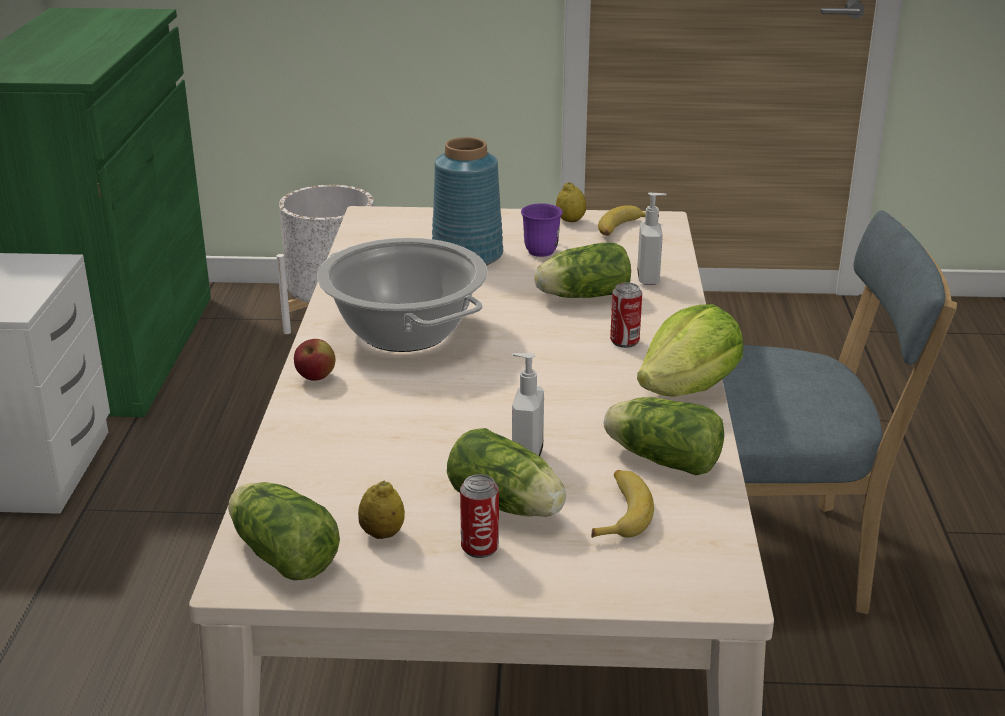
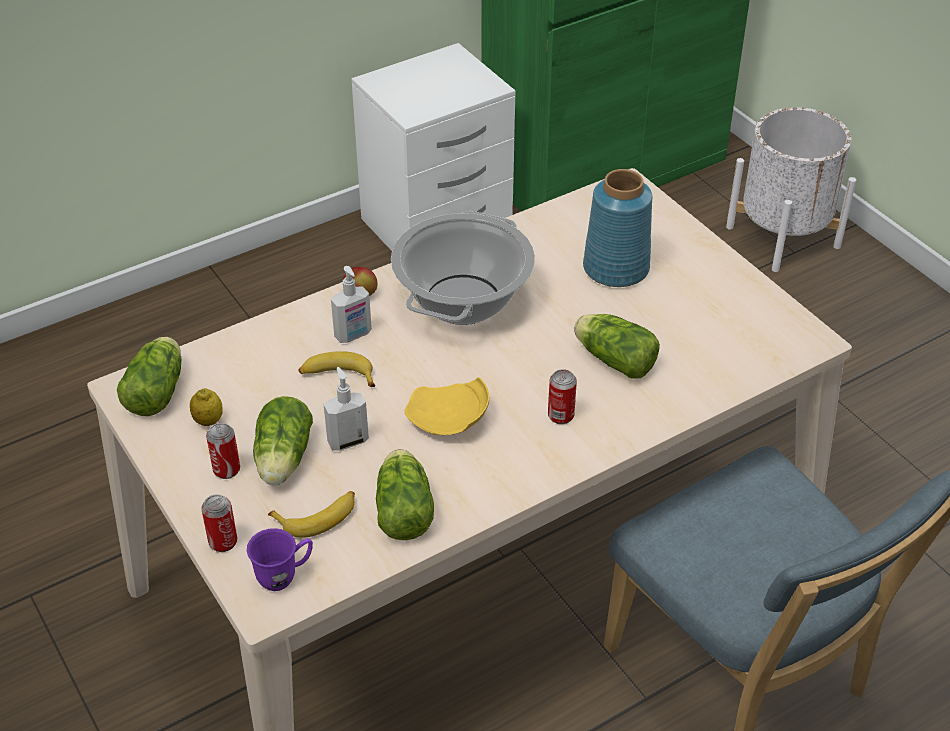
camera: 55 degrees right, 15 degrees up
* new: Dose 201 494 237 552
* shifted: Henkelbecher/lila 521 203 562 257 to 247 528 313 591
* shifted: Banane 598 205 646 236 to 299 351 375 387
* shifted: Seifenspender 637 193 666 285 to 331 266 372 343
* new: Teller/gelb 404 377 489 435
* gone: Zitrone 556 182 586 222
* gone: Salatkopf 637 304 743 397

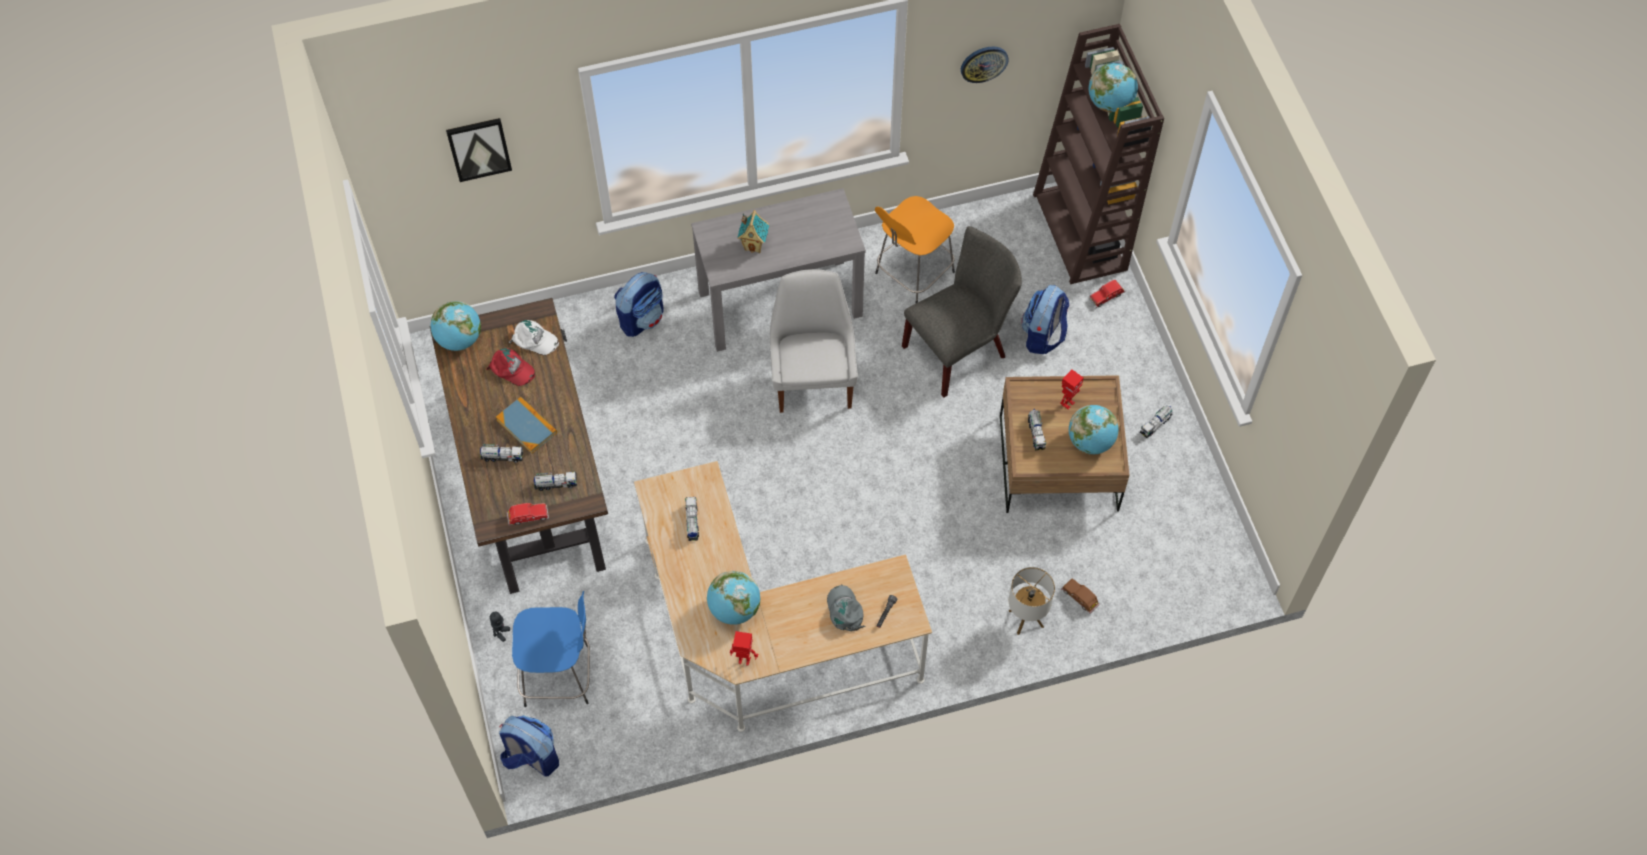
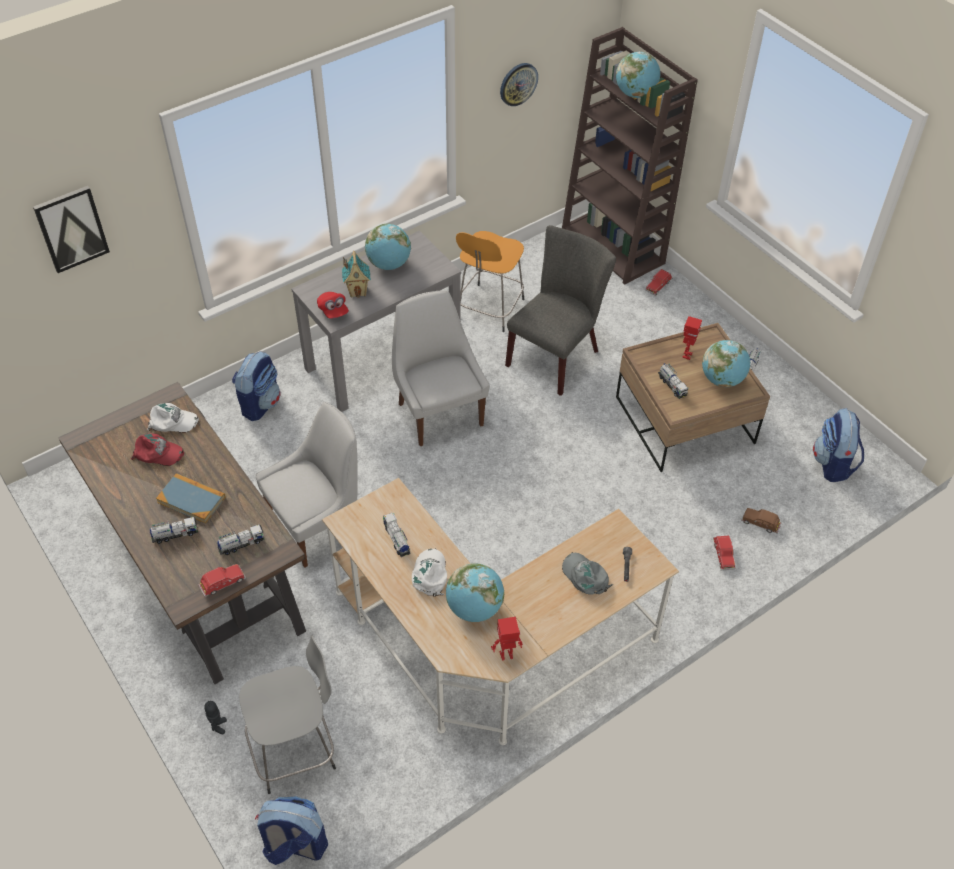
camera: 20 degrees left, 10 degrees down
* repainted: Hocker/blau 512 591 590 707 to Hocker/grau 239 635 336 794
* new: Stuhl/weiß 255 402 358 568
* new: Kappe/rot 317 292 349 318
* shifted: Globus 431 301 481 351 to 365 224 411 270
* new: Kappe/weiß 412 549 447 597
* swapped: Tischlampe 1009 567 1055 635 to Spielzeugauto/rot 713 536 736 570
* shifted: Rucksack 1021 285 1069 354 to 813 409 864 482

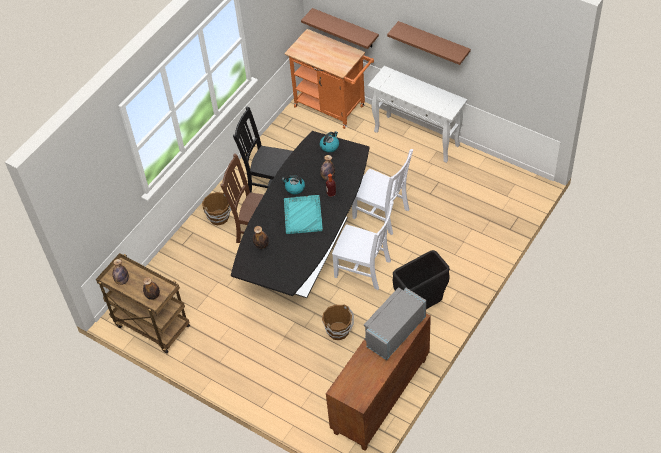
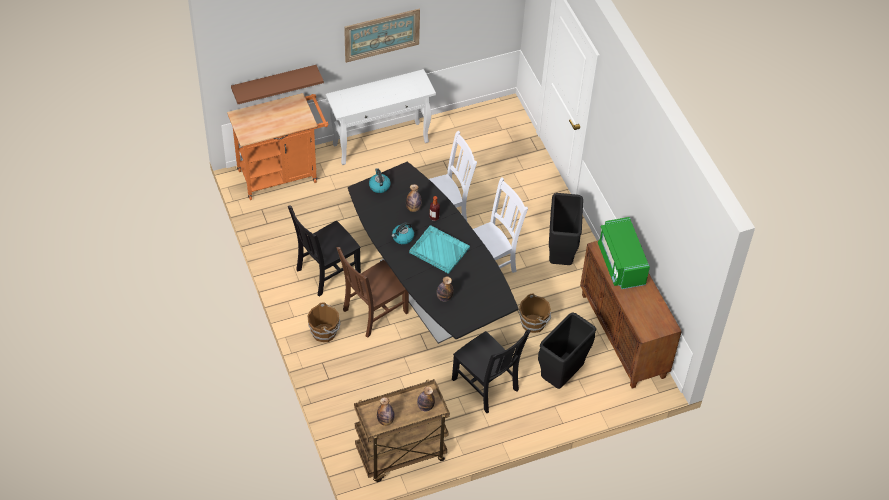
camera: 60 degrees left, 0 degrees up
* swapped: Wandregal/braun 387 21 471 65 to Bild 344 9 420 63
* new: Stuhl/schwarz 452 330 531 413
* new: Mülleimer/schwarz 538 312 596 389
* repainted: Mikrowelle/grau 364 287 426 360 to Mikrowelle/grün 598 217 650 289

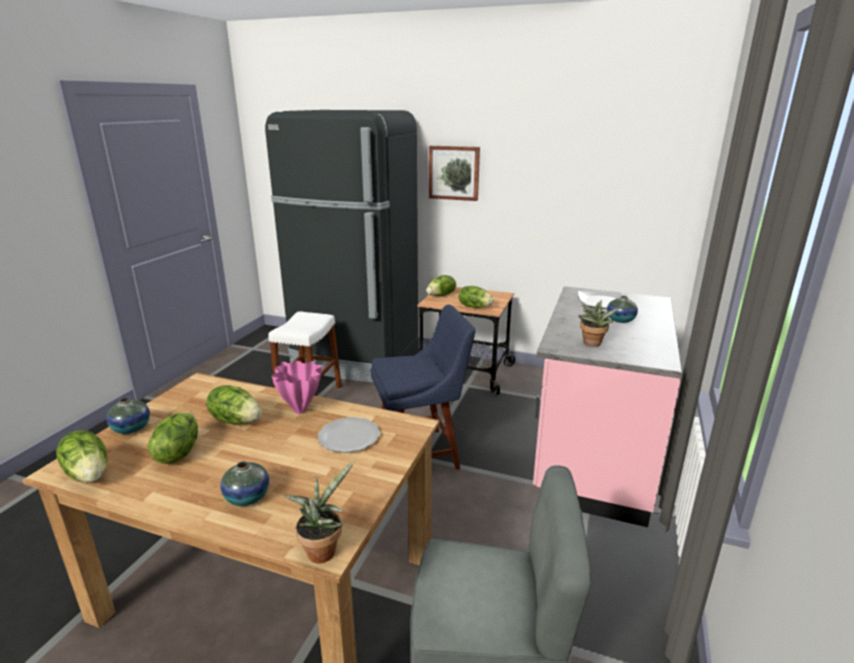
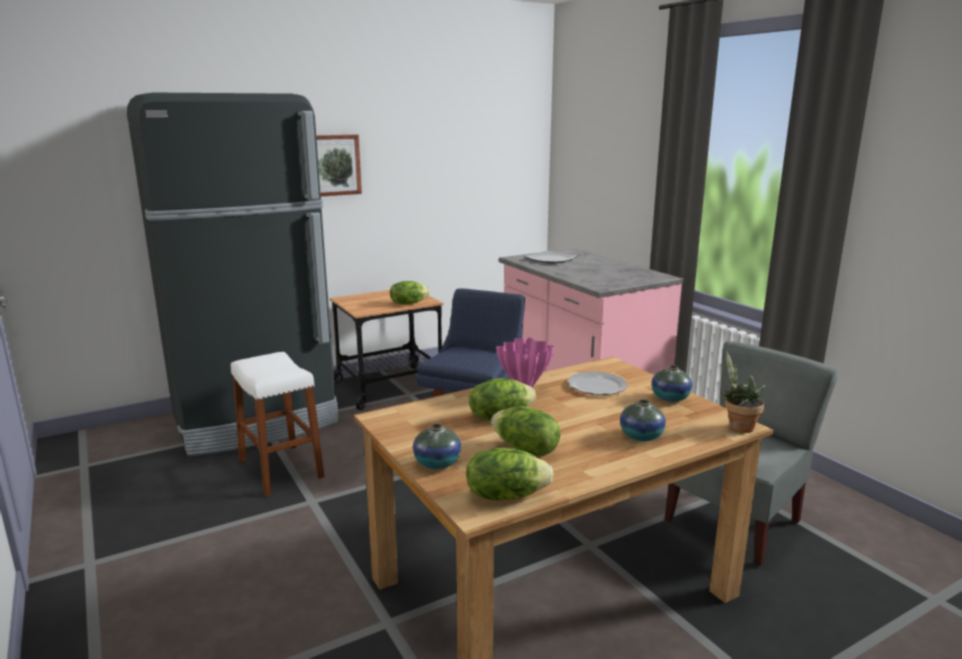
camera: 50 degrees left, 5 degrees down
* shifted: Vase 607 296 638 323 to 651 365 692 402
* gone: Salatkopf 427 275 456 296
* gone: Topfpflanze 578 300 619 347

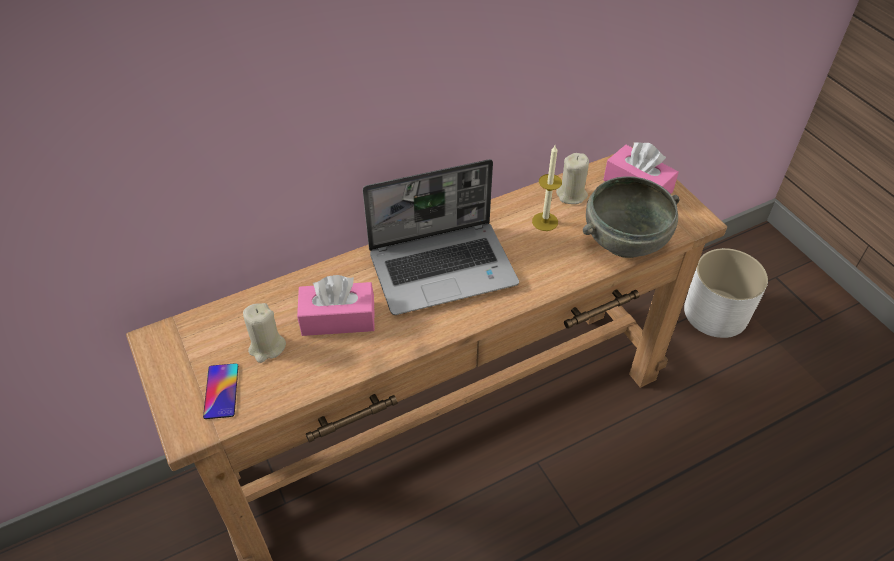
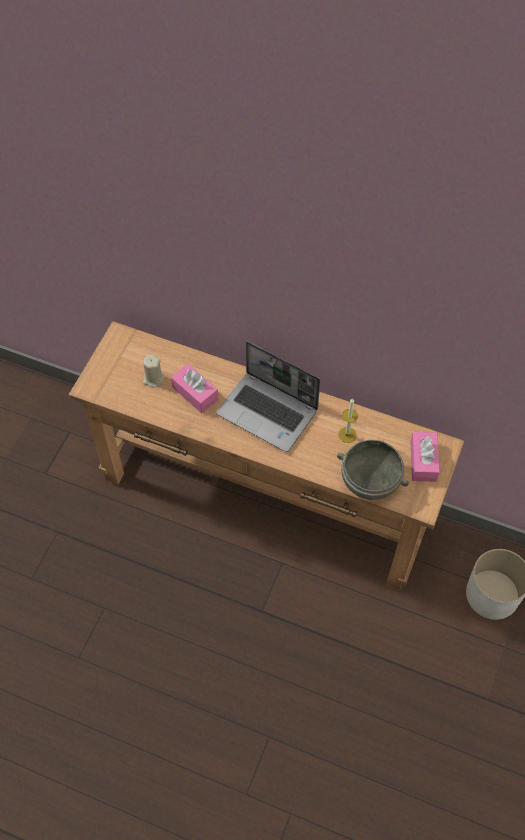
camera: 50 degrees right, 10 degrees up
* gone: Handy 203 363 238 419
* gone: Kerze/beige 556 153 589 204

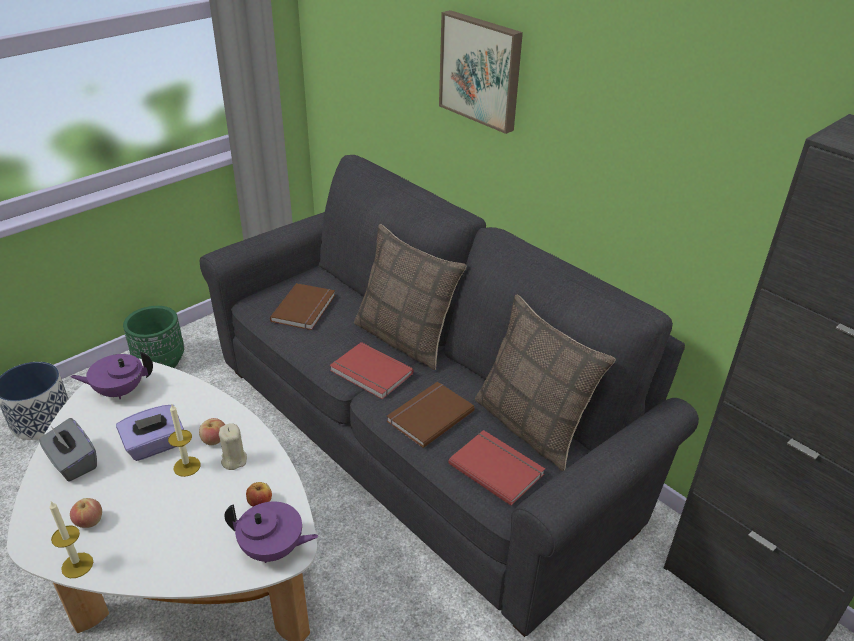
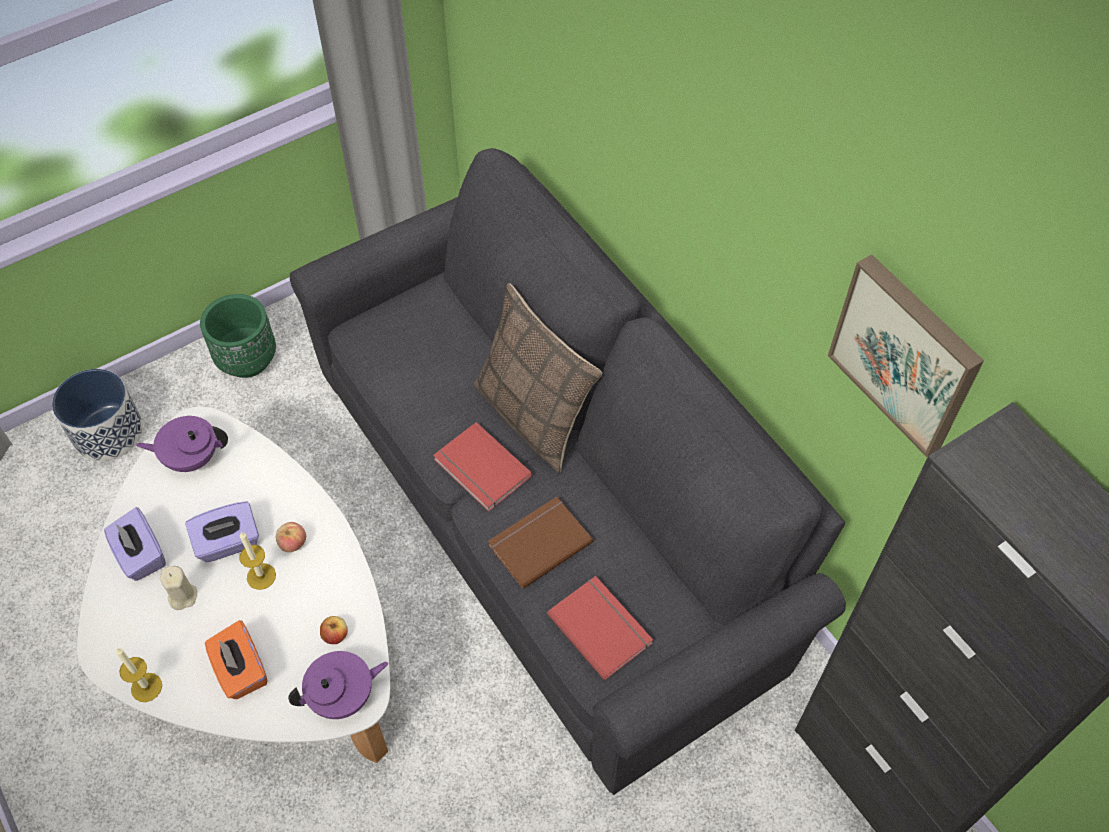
camera: 10 degrees right, 20 degrees up
* repainted: Taschentuchbox/grau 39 418 97 481 to Taschentuchbox/lila 104 507 166 581
* shifted: Kerze/beige 219 423 247 470 to 160 566 197 610
* new: Taschentuchbox/orange 205 620 268 699
* rotated: Teekanne/lila 224 501 318 563 = 288 651 388 719 45 degrees counterclockwise
* shifted: Bild 439 10 523 134 to 828 254 984 457
* gone: Apfel 70 498 102 528
* gone: Buch/braun 270 283 335 330
* gone: Kissen 475 295 616 471

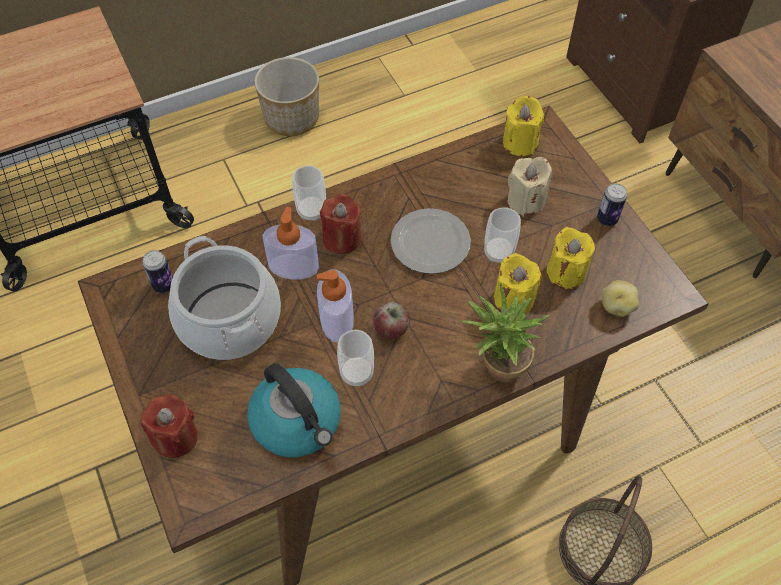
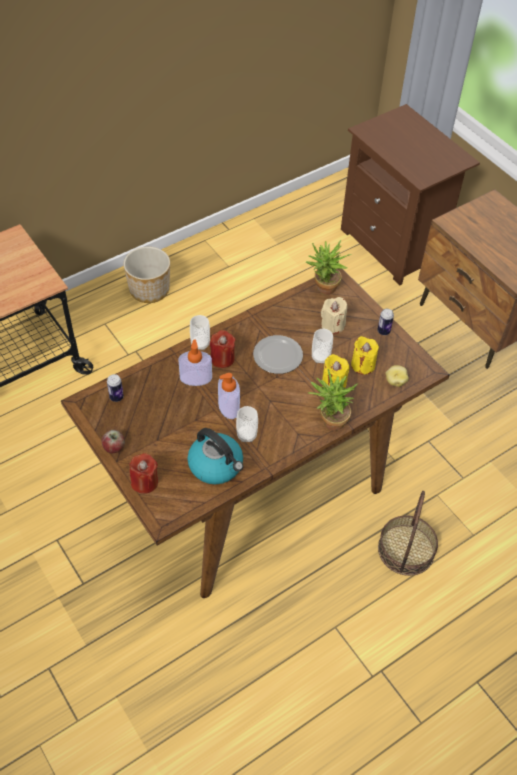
camera: 10 degrees left, 5 degrees down
* shifted: Apfel 373 301 410 339 to 102 430 125 454
* swapped: Kerze/gelb 502 96 544 156 to Topfpflanze 306 240 352 295
* gone: Kochtopf 168 236 281 360

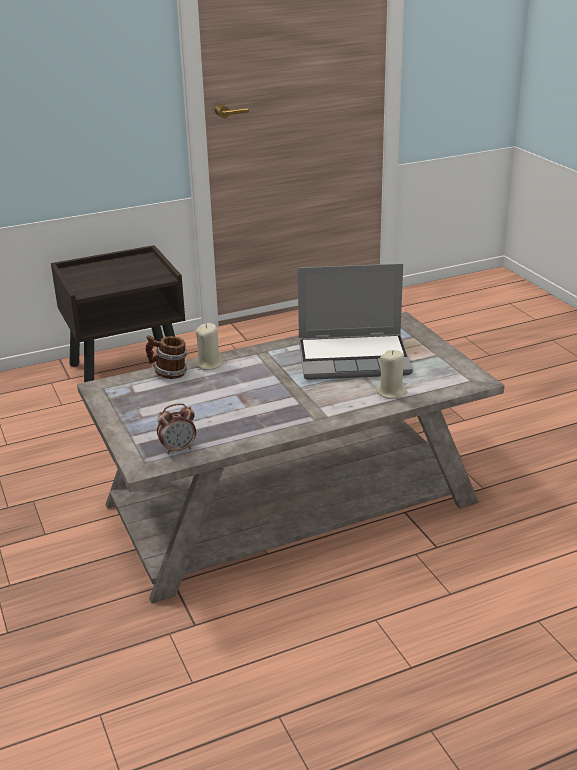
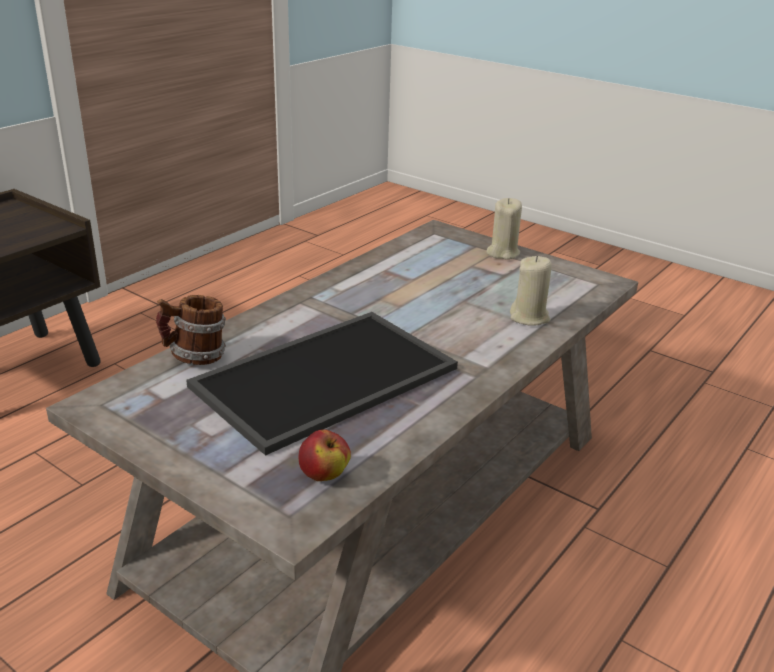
camera: 30 degrees left, 0 degrees up
* new: Tablett 186 312 458 456
* swapped: Wecker 157 404 196 454 to Apfel 299 429 351 481
* shifted: Kerze/beige 195 323 222 370 to 487 198 522 260
* gone: Laptop 298 263 413 380

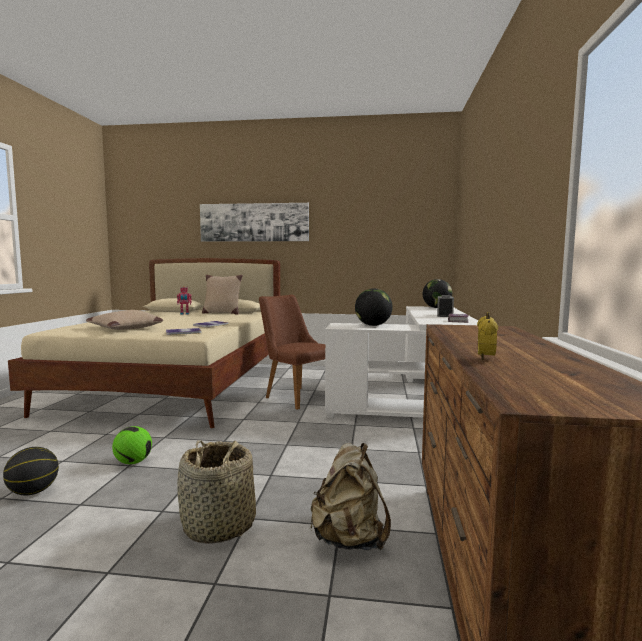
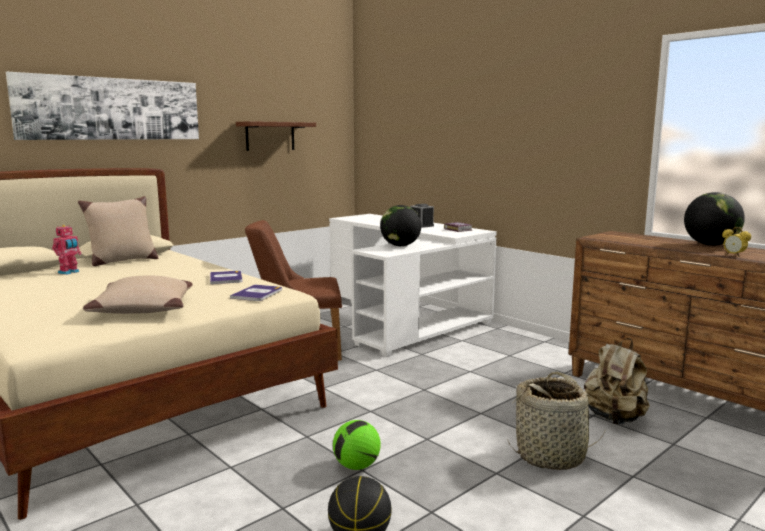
camera: 50 degrees left, 5 degrees up
* new: Wandregal/braun 236 121 316 151
* shifted: Globus 423 279 452 308 to 684 192 745 246

